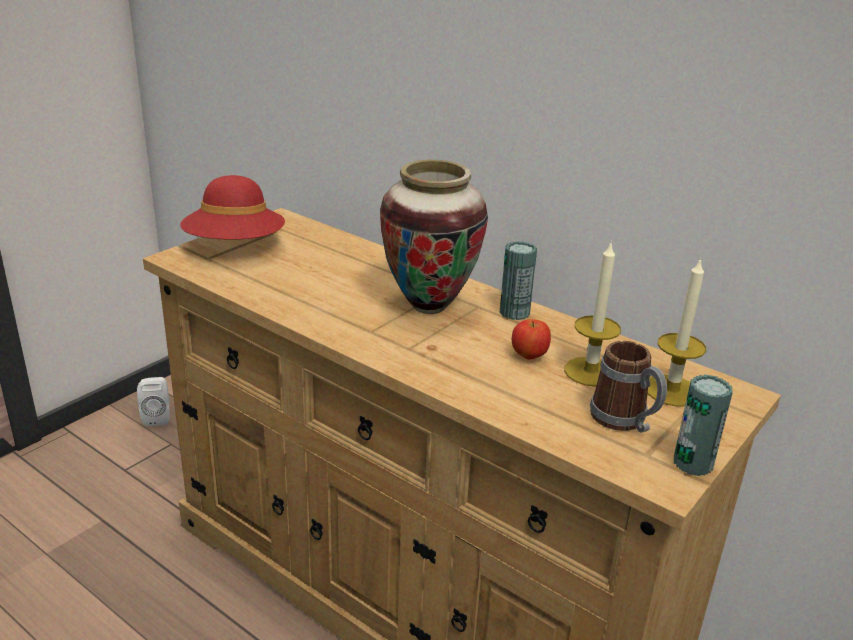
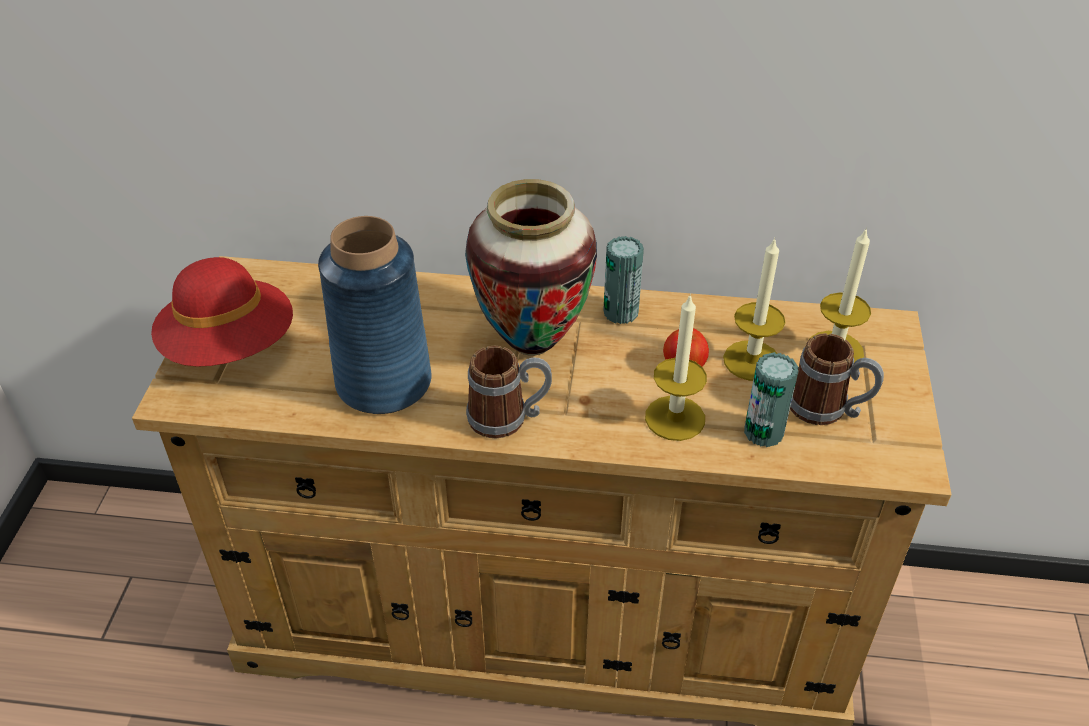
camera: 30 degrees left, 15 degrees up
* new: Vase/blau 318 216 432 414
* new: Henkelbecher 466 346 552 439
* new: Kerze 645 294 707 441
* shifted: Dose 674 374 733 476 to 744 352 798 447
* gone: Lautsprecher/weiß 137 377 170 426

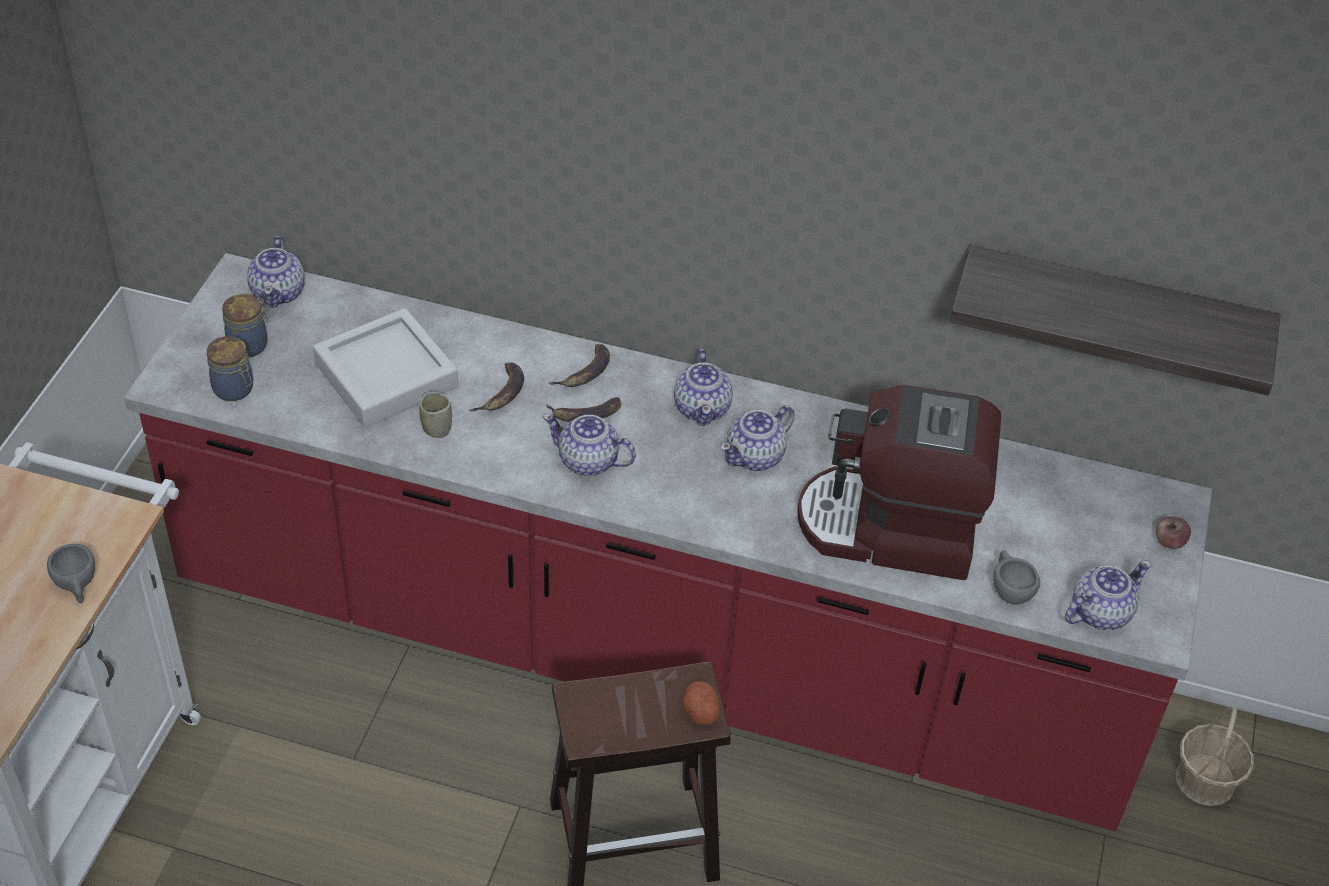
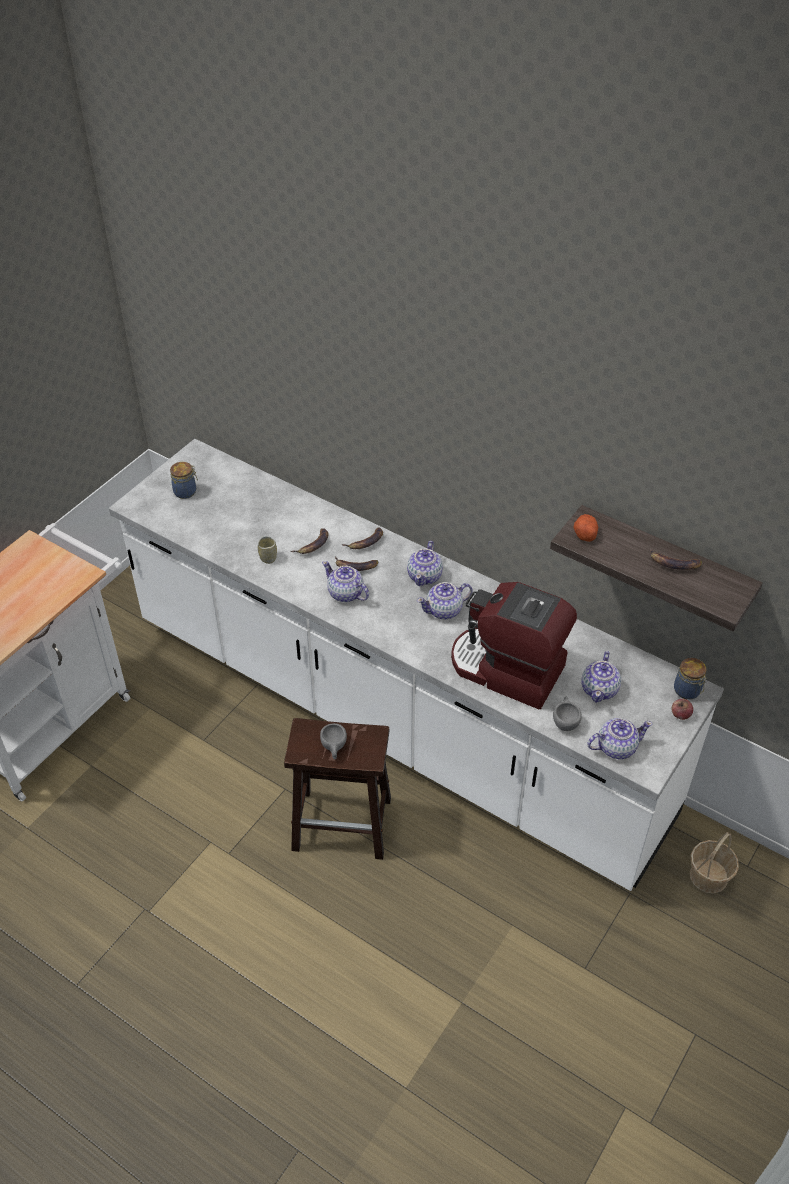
camera: 20 degrees right, 0 degrees up
* repainted: Küchenzeile/rot 124 253 1212 831 to Küchenzeile/weiß 109 439 724 891
* shifted: Tasse/grau 47 544 95 603 to 320 723 347 760
* shifted: Kartoffel 682 681 720 725 to 573 514 598 542
* shifted: Teekanne 247 236 305 308 to 581 651 621 702
* new: Banane 650 549 702 570
* shifted: Vorratsglas 207 336 253 401 to 674 658 706 700
* gone: Tablett/grau 313 308 458 427

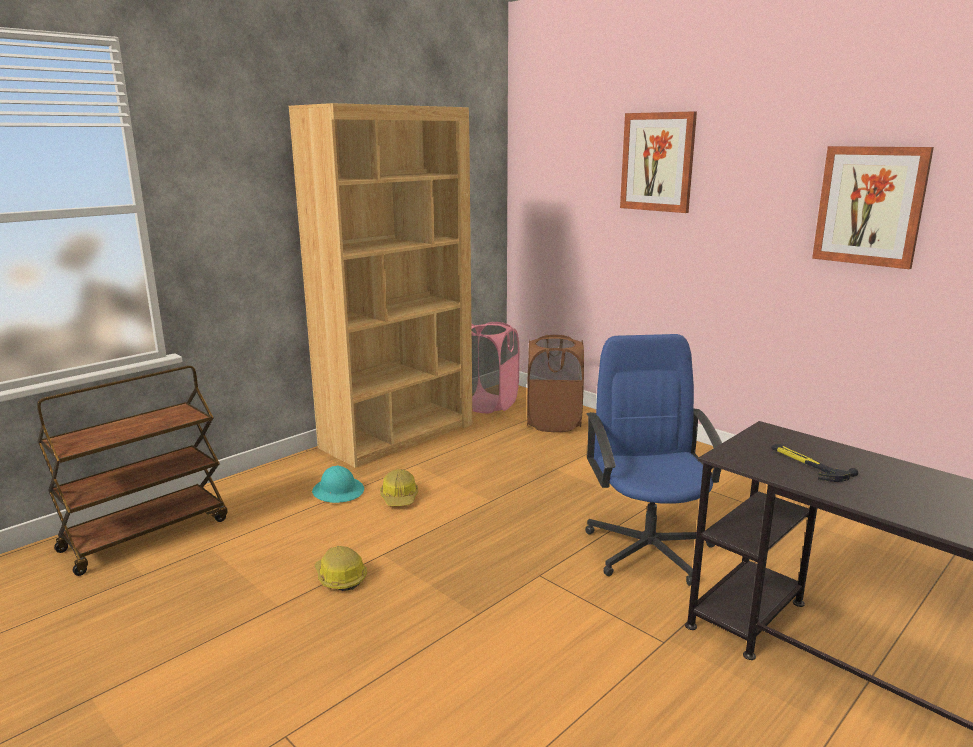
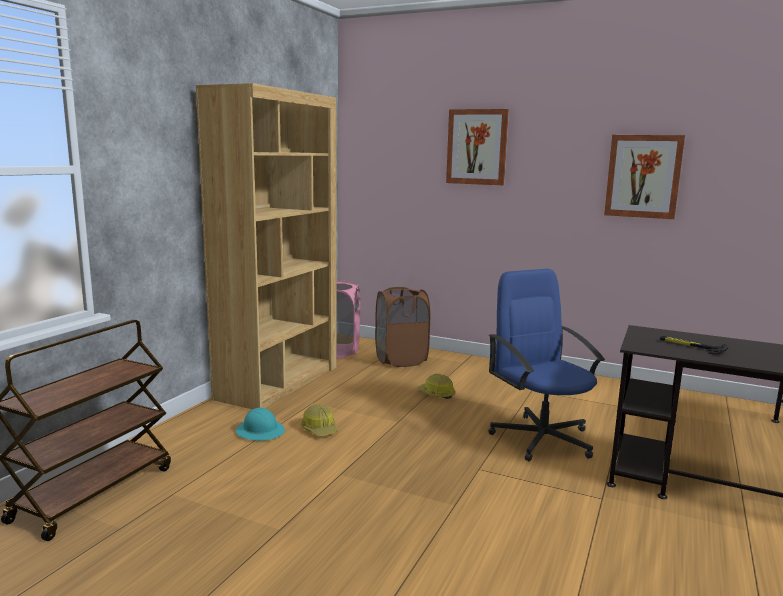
camera: 20 degrees left, 5 degrees down
* shifted: Schutzhelm 315 546 367 591 to 417 374 455 399

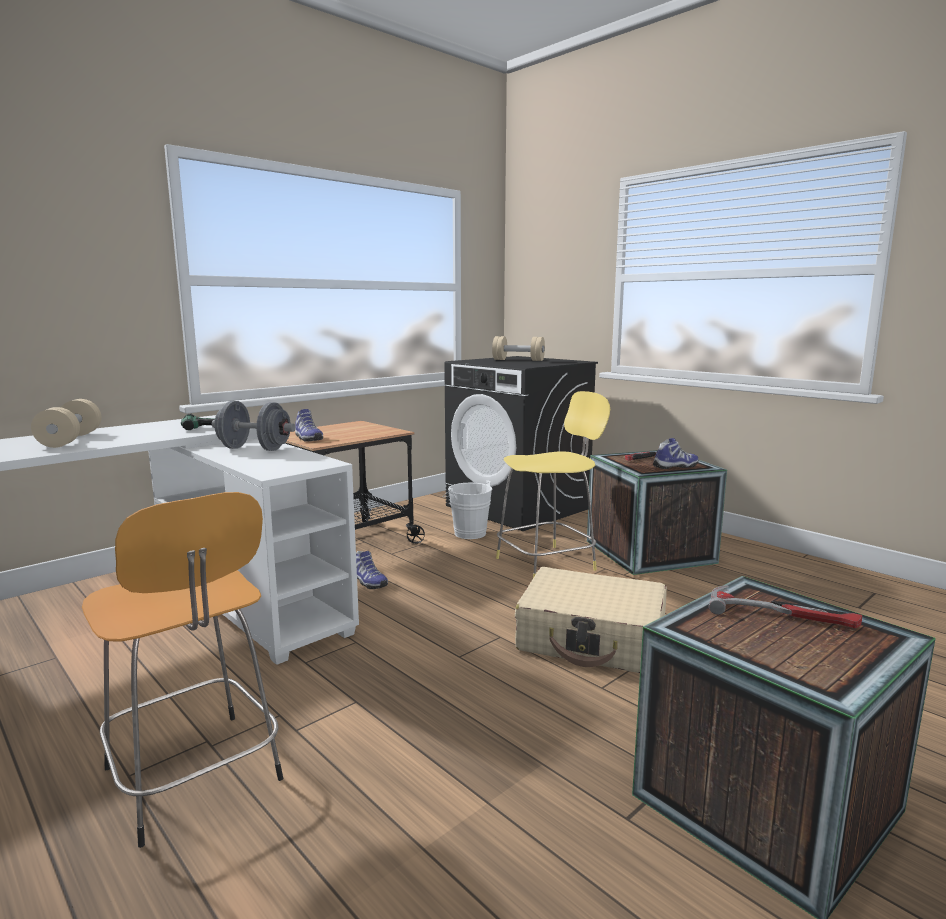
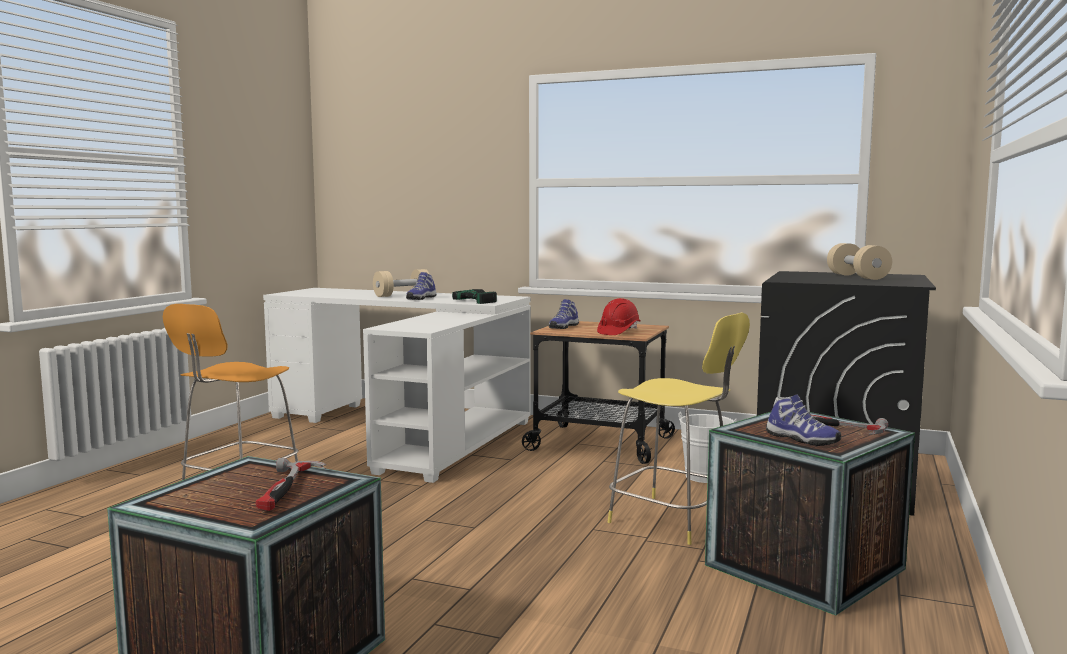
camera: 65 degrees right, 5 degrees down
* shifted: Schuh 356 551 388 589 to 406 272 437 300
* new: Schutzhelm/rot 597 298 641 335
* gone: Hantel/grau 212 401 296 451
* gone: Koffer/beige 515 567 667 673

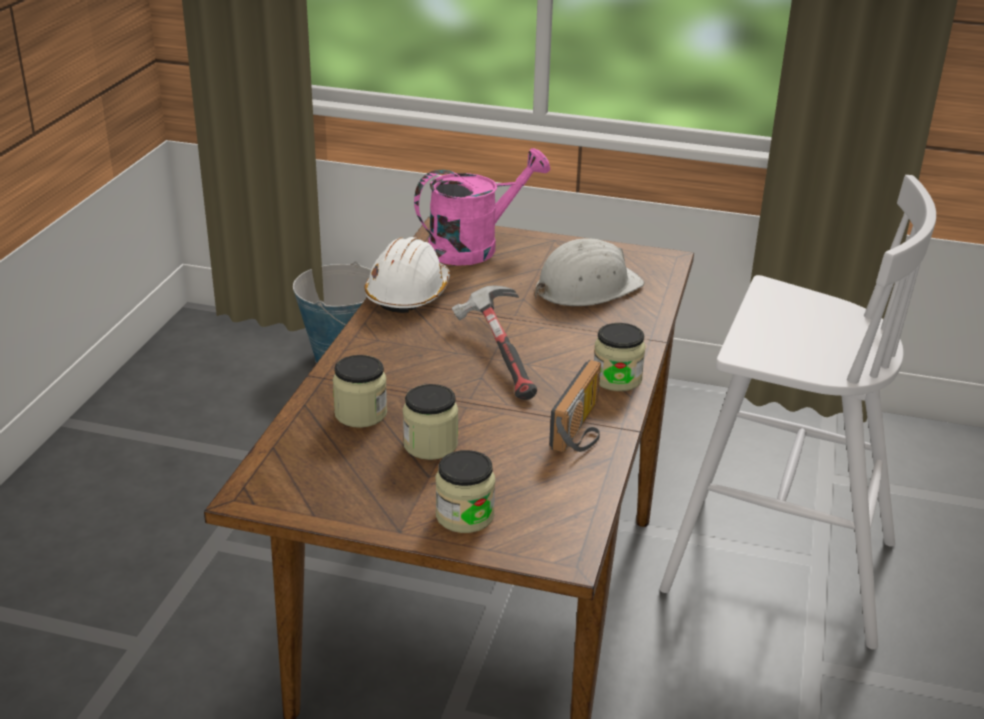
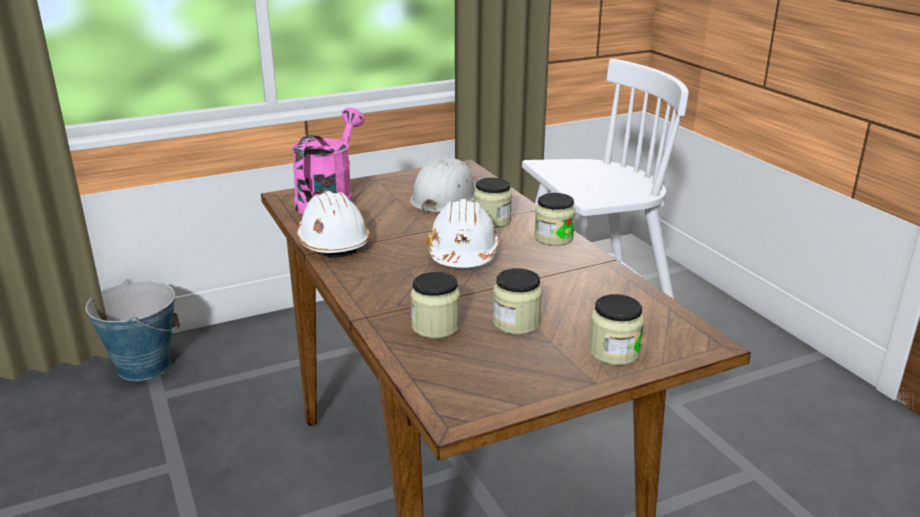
camera: 40 degrees left, 5 degrees down
* swapped: Hammer 452 286 537 400 to Schutzhelm/weiß 427 199 499 268
* new: Vorratsglas 474 178 512 228
* gone: Radio 549 360 601 453

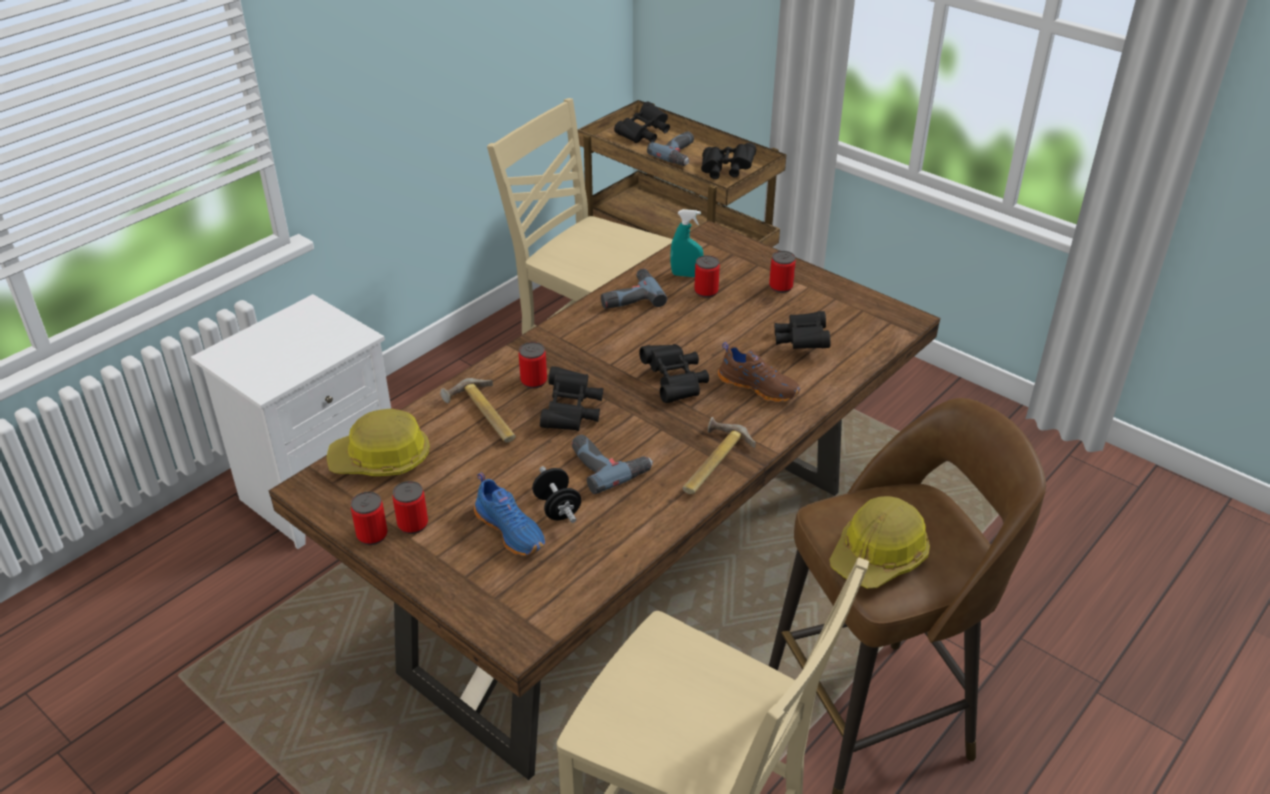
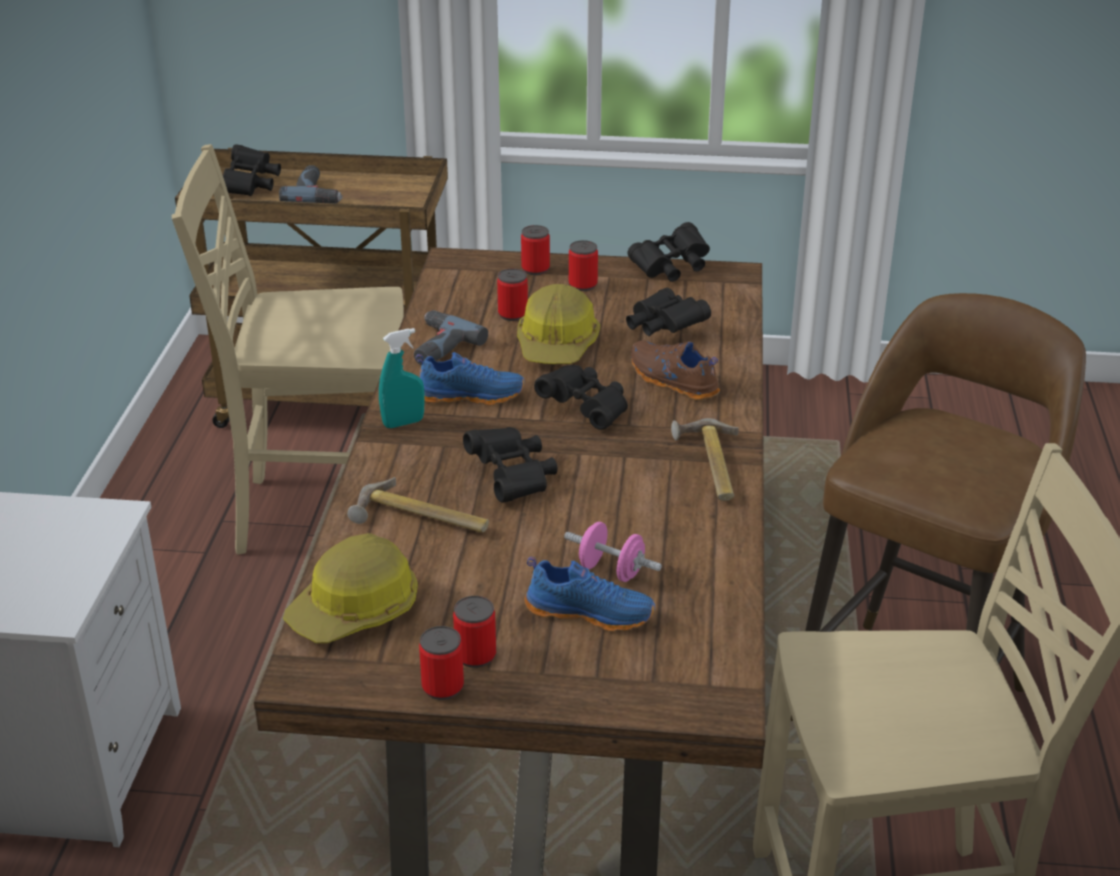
camera: 35 degrees left, 5 degrees down
* shifted: Sprühflasche/türkis 670 209 703 277 to 379 328 425 428
* new: Schuh/blau 416 352 525 406
* shifted: Schutzhelm 829 496 930 589 to 517 284 600 364
* shifted: Dose 519 342 547 389 to 521 225 550 275
* repainted: Hantel/schwarz 532 466 581 523 to Hantel/rosa 564 522 662 582
* shifted: Fernglas/schwarz 701 143 756 179 to 628 222 710 282
* rotated: Schuh/braun 718 342 800 402 = 631 341 720 400 135 degrees counterclockwise
* gone: Bohrmaschine 571 435 653 494

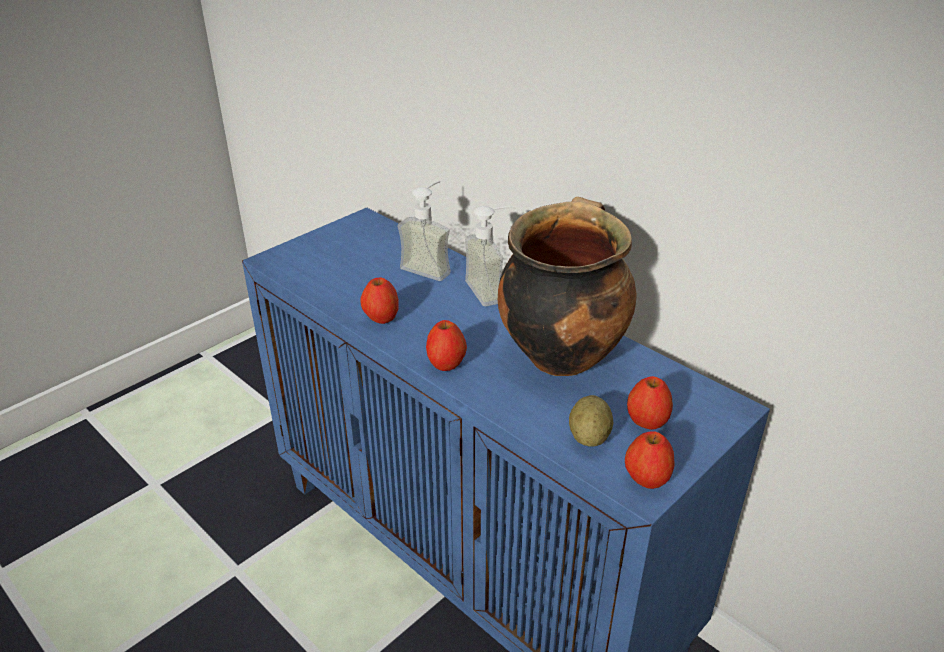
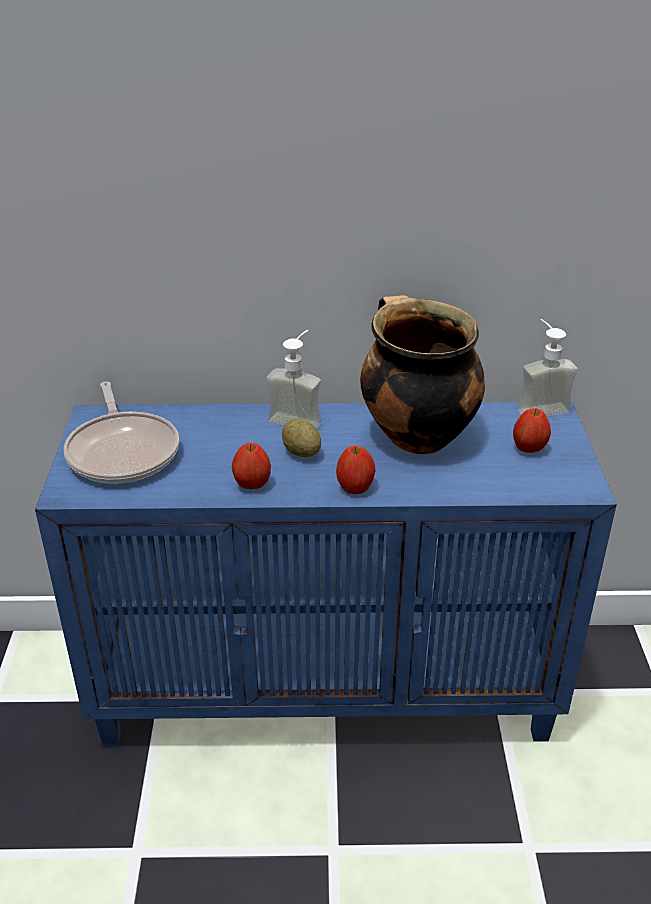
camera: 45 degrees left, 0 degrees up
* new: Pfanne 64 381 179 484
* shifted: Kartoffel 569 395 614 447 to 282 419 321 457
* shifted: Seifenspender 398 181 451 281 to 517 319 578 416
* gone: Apfel 625 431 675 489

